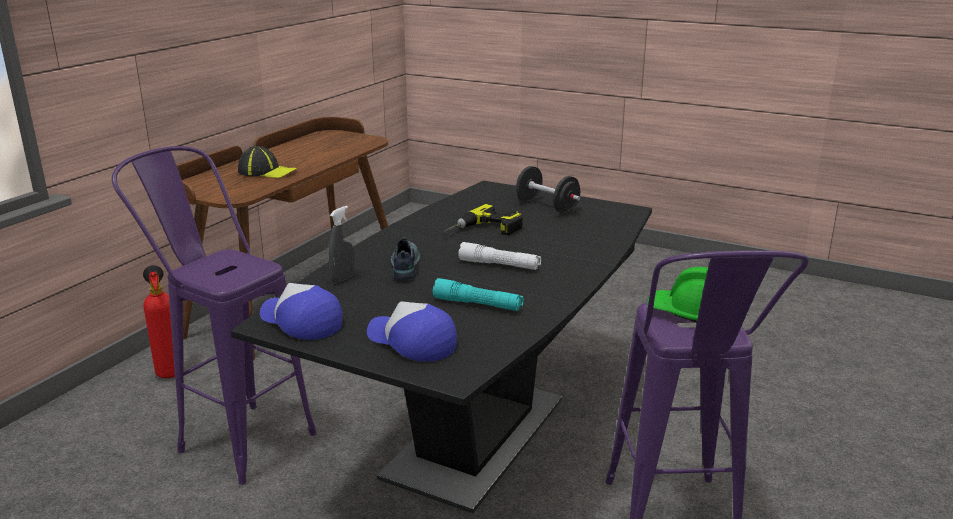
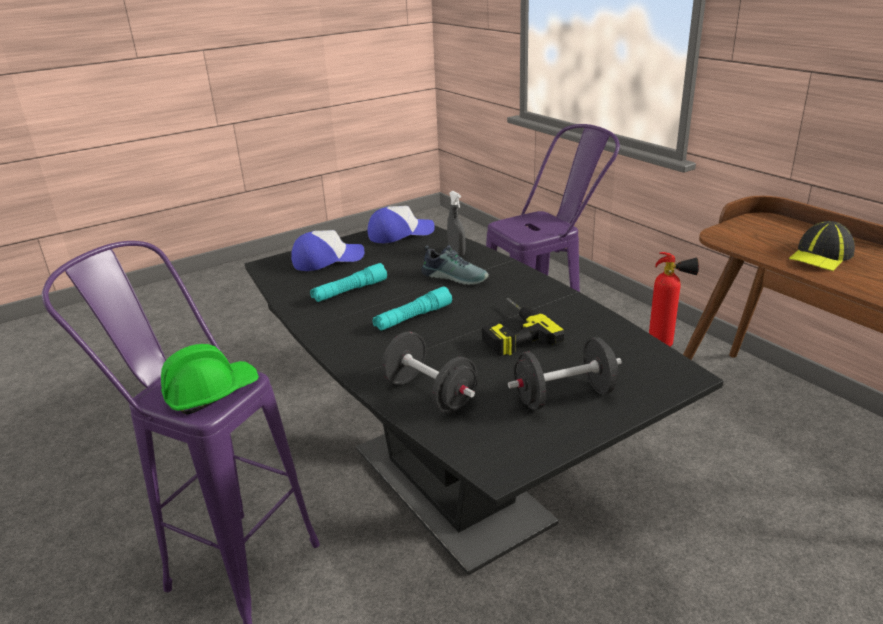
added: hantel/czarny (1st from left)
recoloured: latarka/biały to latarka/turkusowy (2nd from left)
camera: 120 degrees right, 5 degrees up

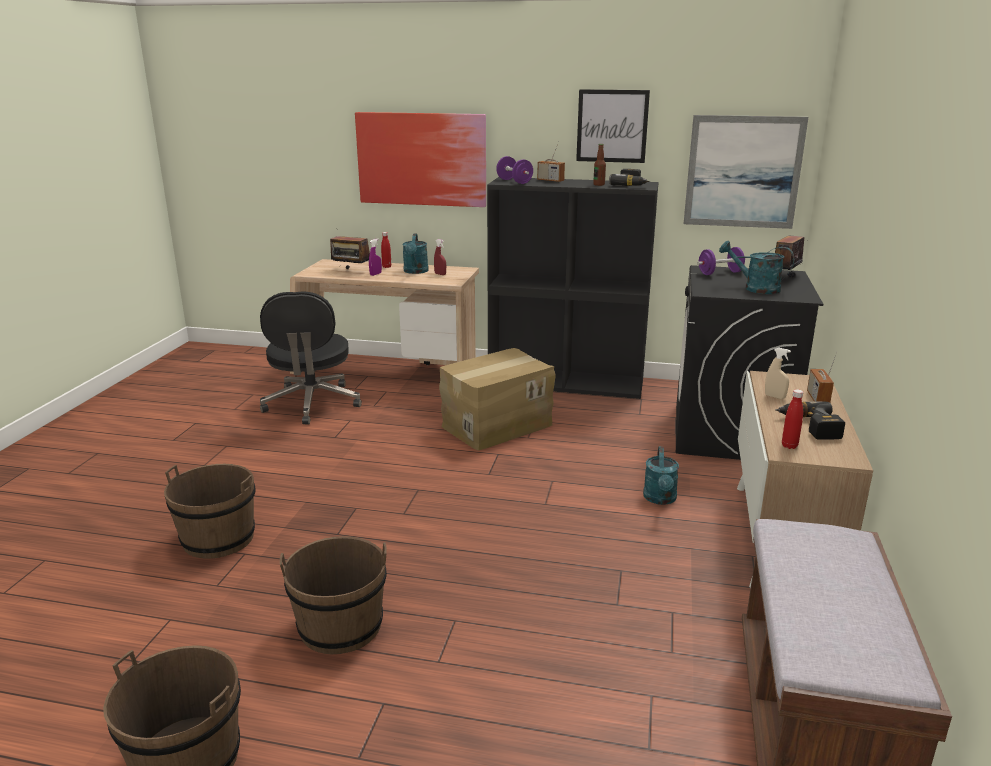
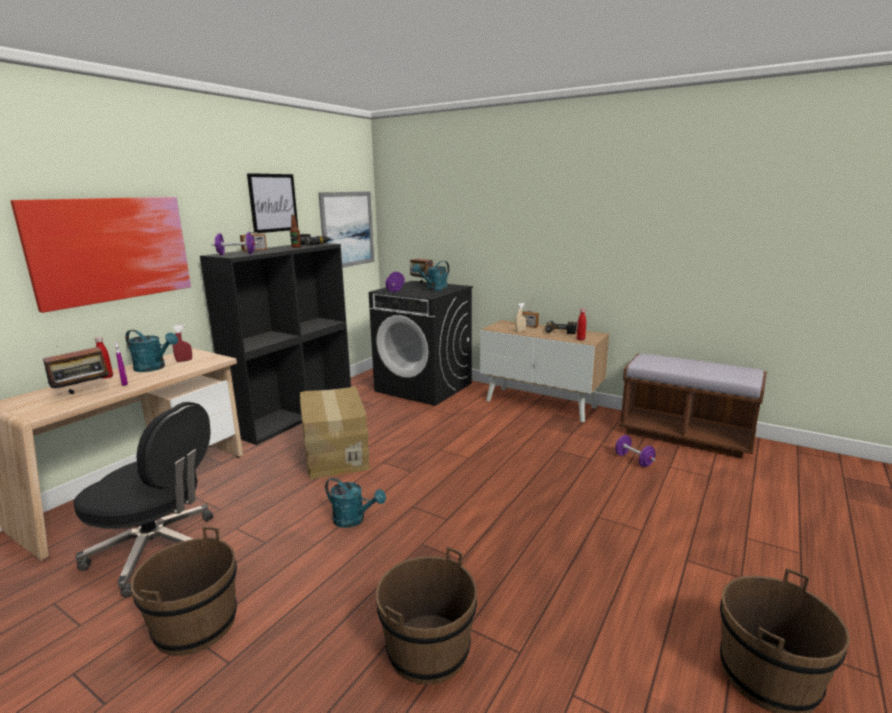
added: hantel/fioletowy (3rd from left)
moved: wiadro/brązowy (3rd from left in the first image) to wiadro/brązowy (1st from left); konewka/turkusowy (2nd from left)
camera: 70 degrees left, 5 degrees down

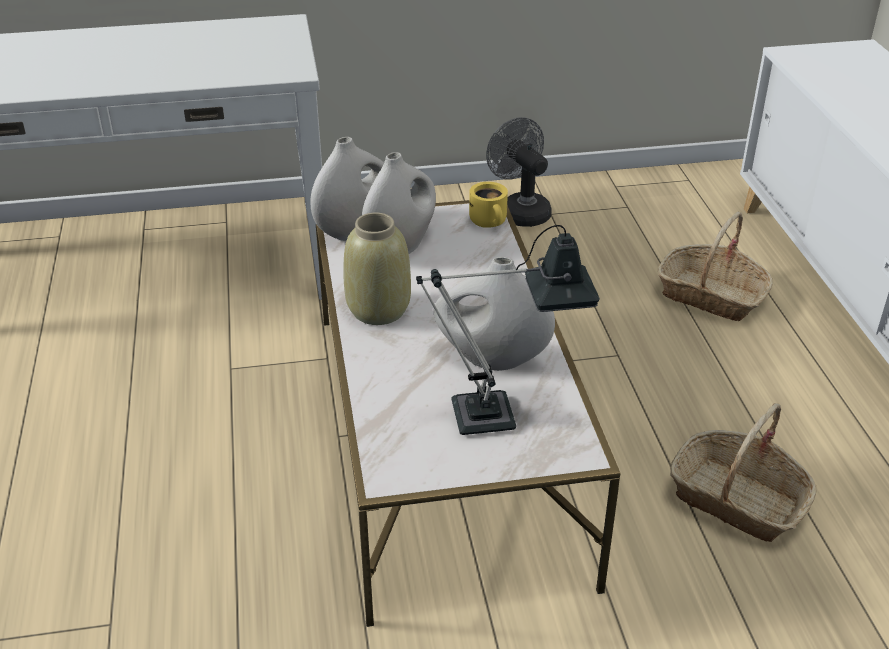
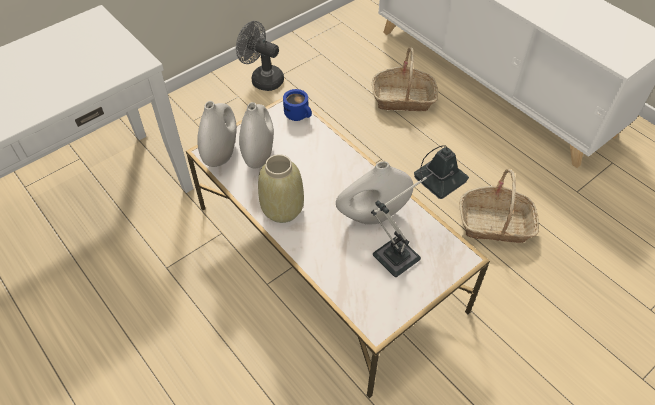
recoloured: kubek/żółty to kubek/niebieski
camera: 30 degrees left, 15 degrees up

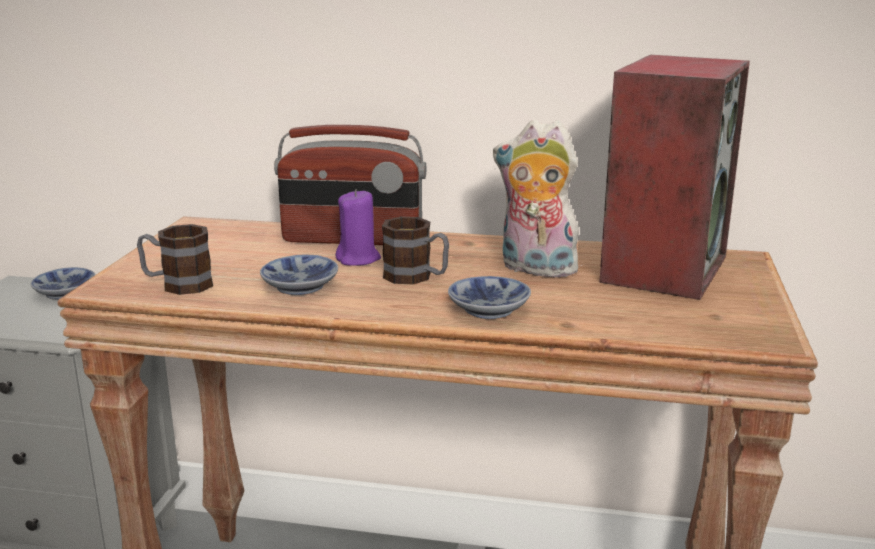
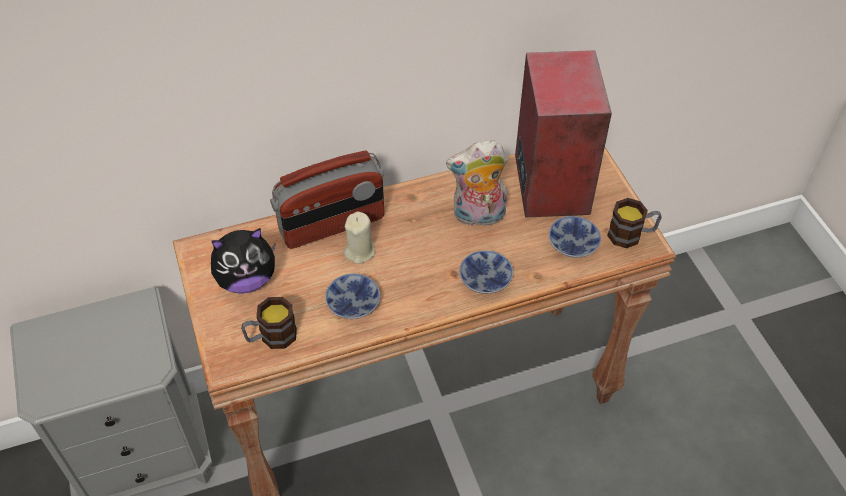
added: pluszak (1st from left)
moved: miska (1st from left in the first image) to miska (3rd from left); kubek (2nd from left)
recoloured: świeca/fioletowy to świeca/beżowy
camera: 30 degrees left, 30 degrees up

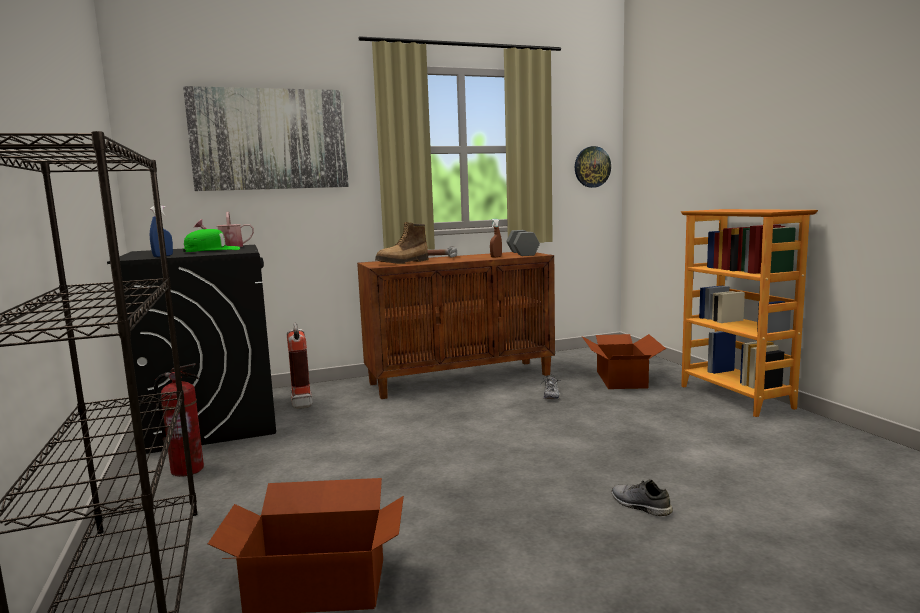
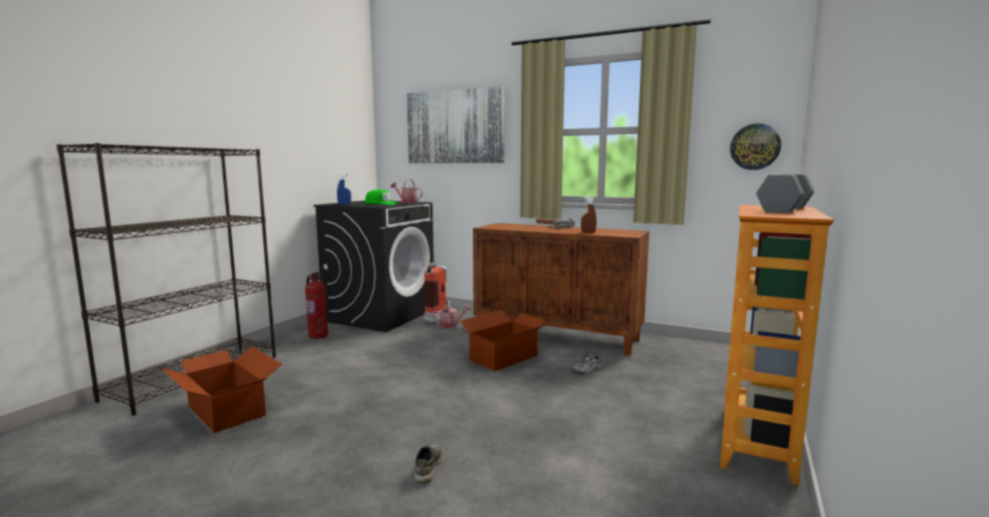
removed: but z cholewką
added: konewka (2nd from left)
moved: hantel/szary; karton (2nd from left)
camera: 45 degrees right, 0 degrees up

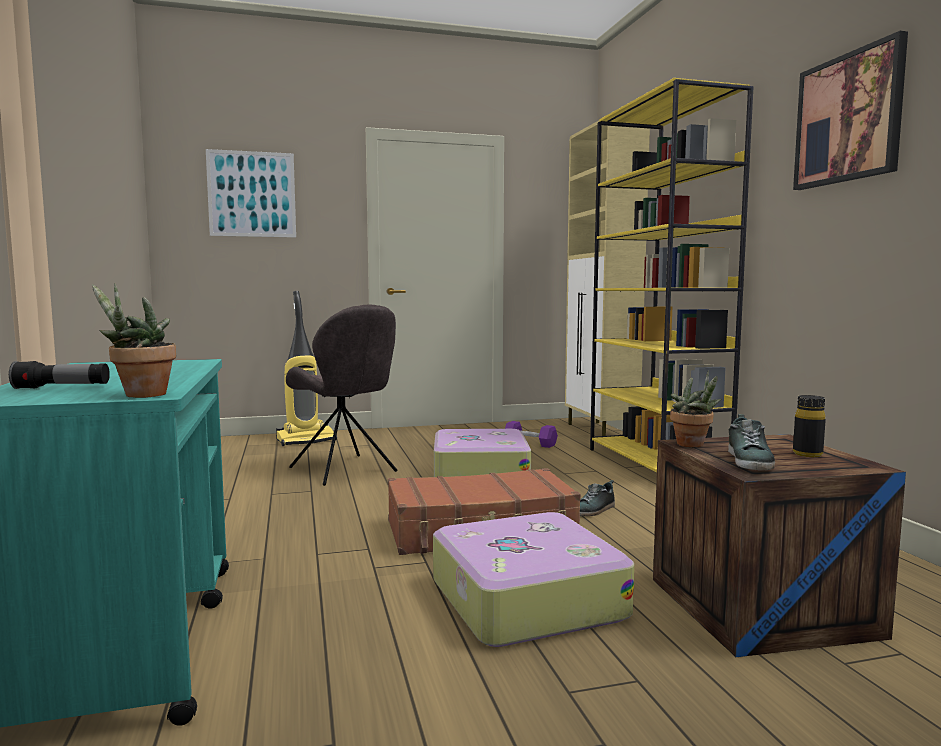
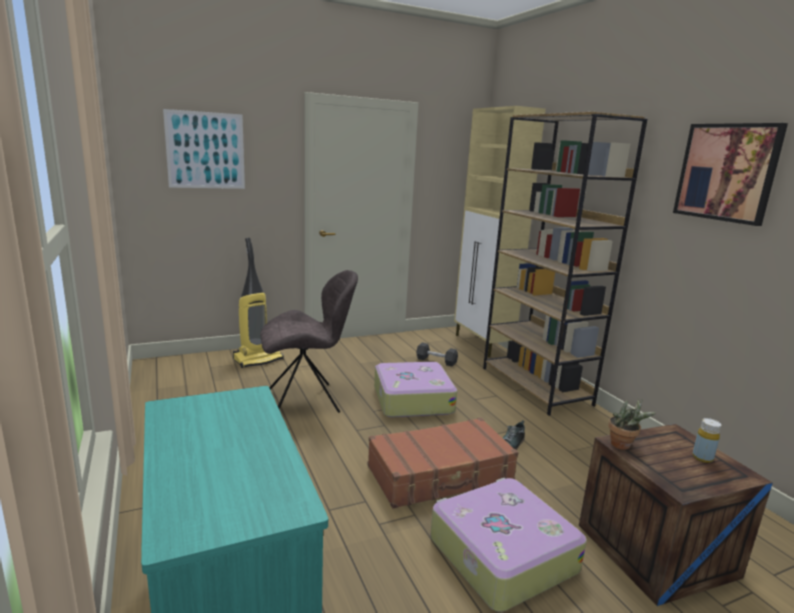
removed: latarka; roślina doniczkowa (1st from left); but (2nd from left)
recoloured: hantel/fioletowy to hantel/czarny; regał/żółty to regał/brązowy; butelka/czarny to butelka/żółty
turned: krzesło/szary 60 degrees counterclockwise
camera: 10 degrees left, 10 degrees up

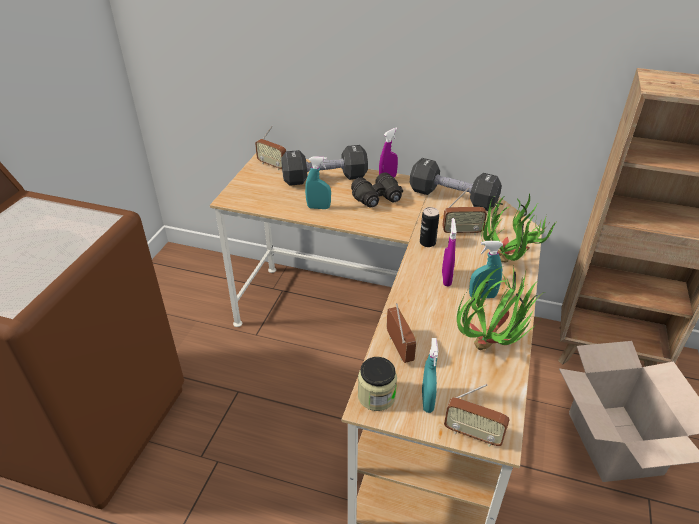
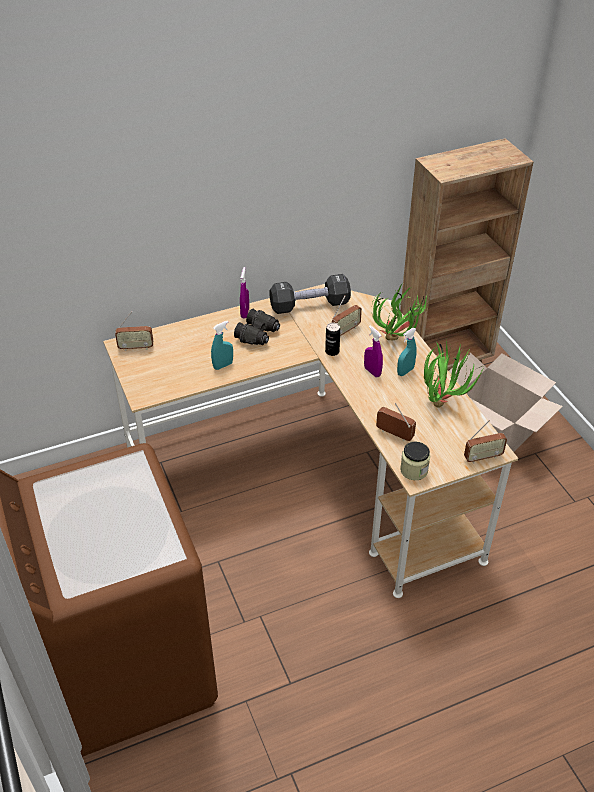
removed: hantel/czarny (1st from left); spryskiwacz/turkusowy (2nd from left)
camera: 40 degrees left, 5 degrees up

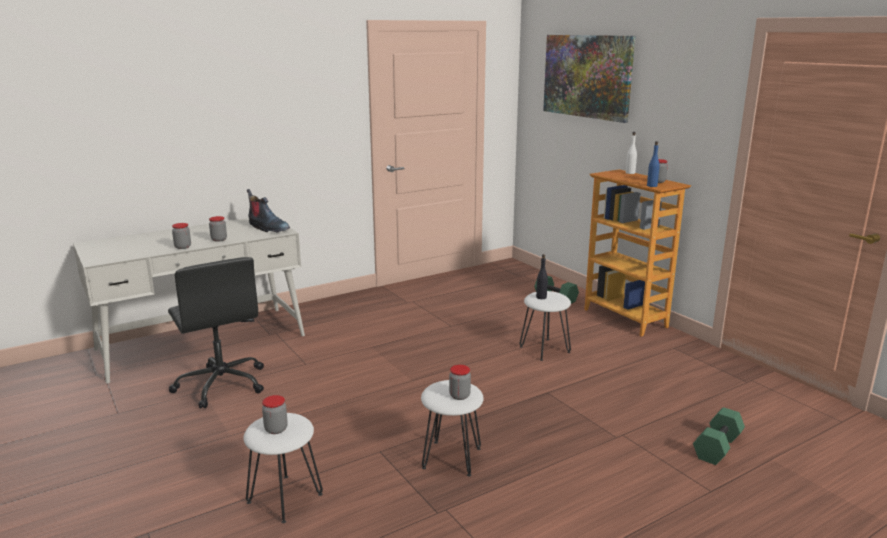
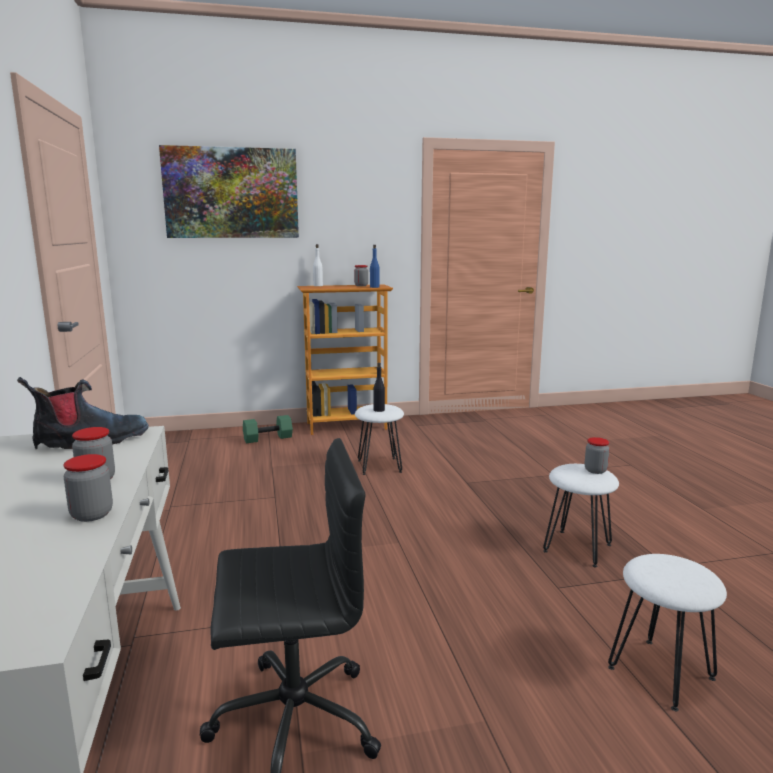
removed: słoik (3rd from left); hantel/zielony (2nd from left)
camera: 70 degrees left, 5 degrees down

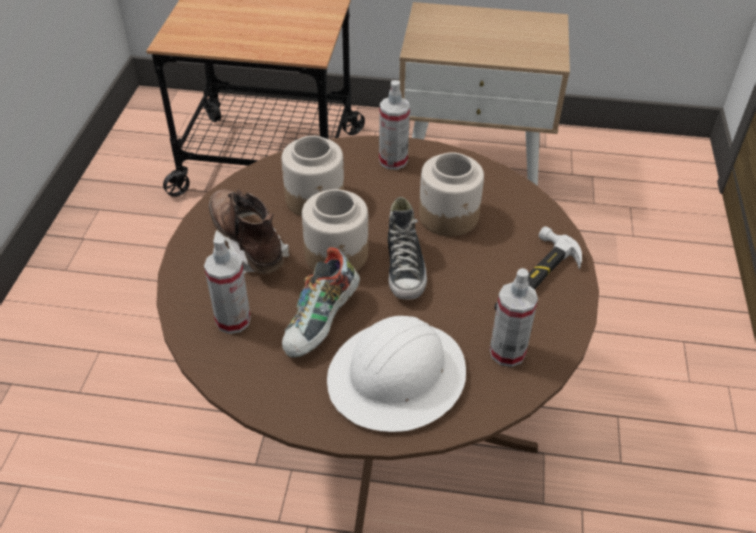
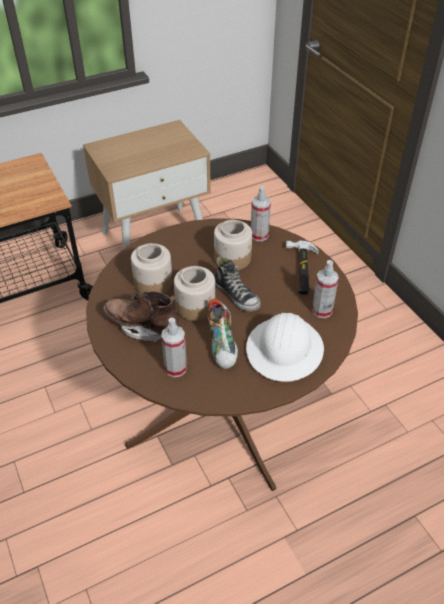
moved: spryskiwacz (2nd from left)
camera: 35 degrees left, 0 degrees up

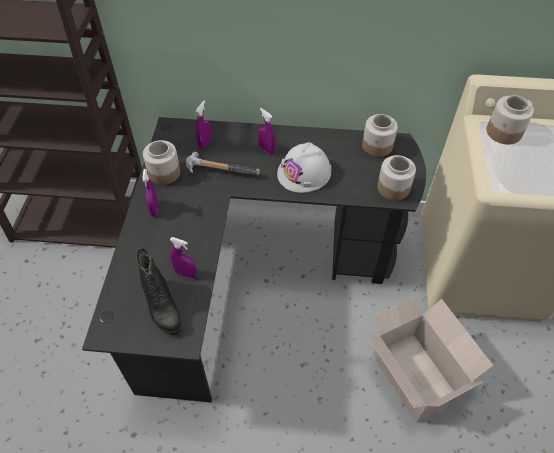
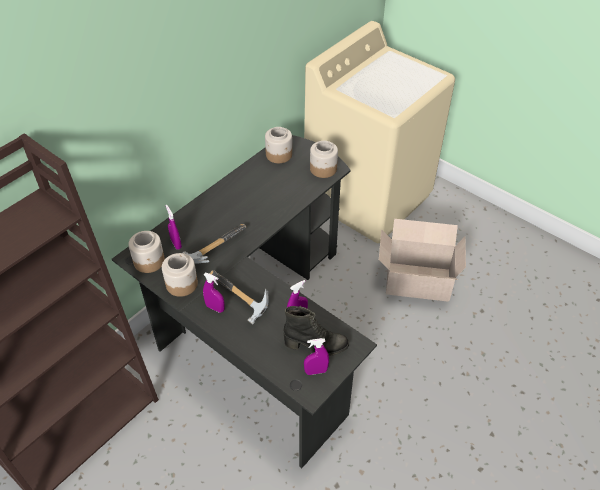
removed: kask/biały
added: młotek (2nd from left)
moved: spryskiwacz/fioletowy (4th from left); słoik (4th from left in the first image) to słoik (1st from left)
camera: 55 degrees left, 5 degrees down

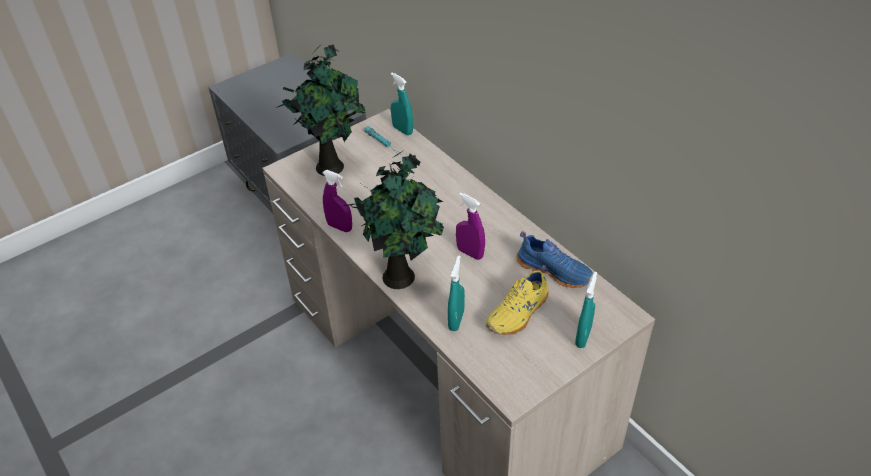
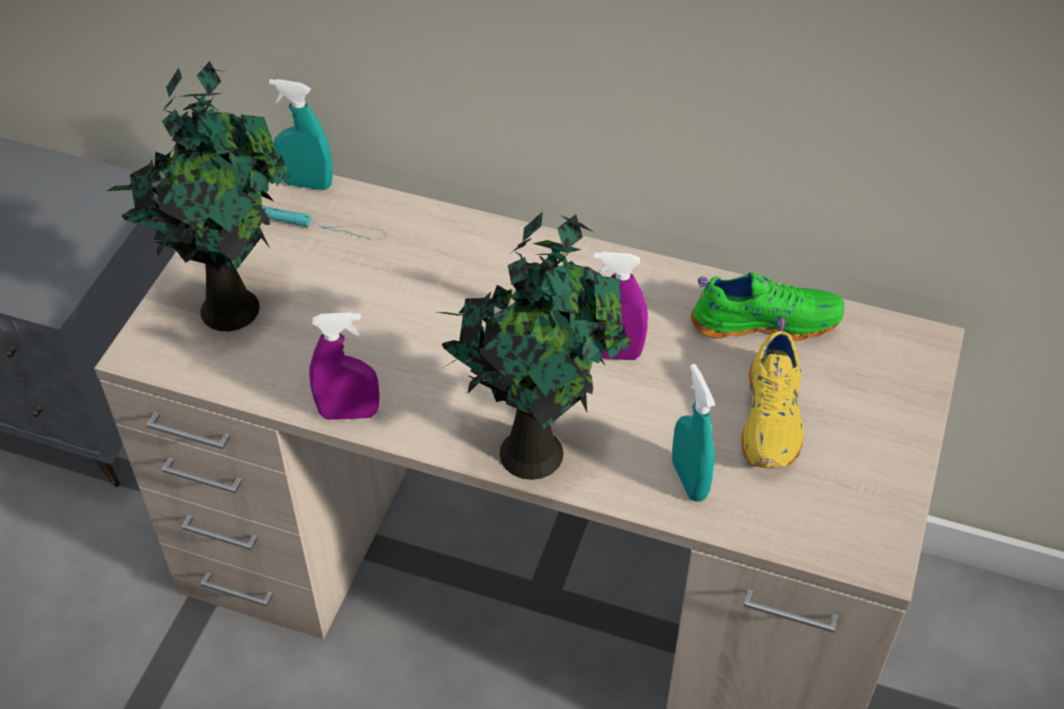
removed: spryskiwacz/turkusowy (3rd from left)
recoloured: but/niebieski to but/zielony
camera: 35 degrees left, 5 degrees up

